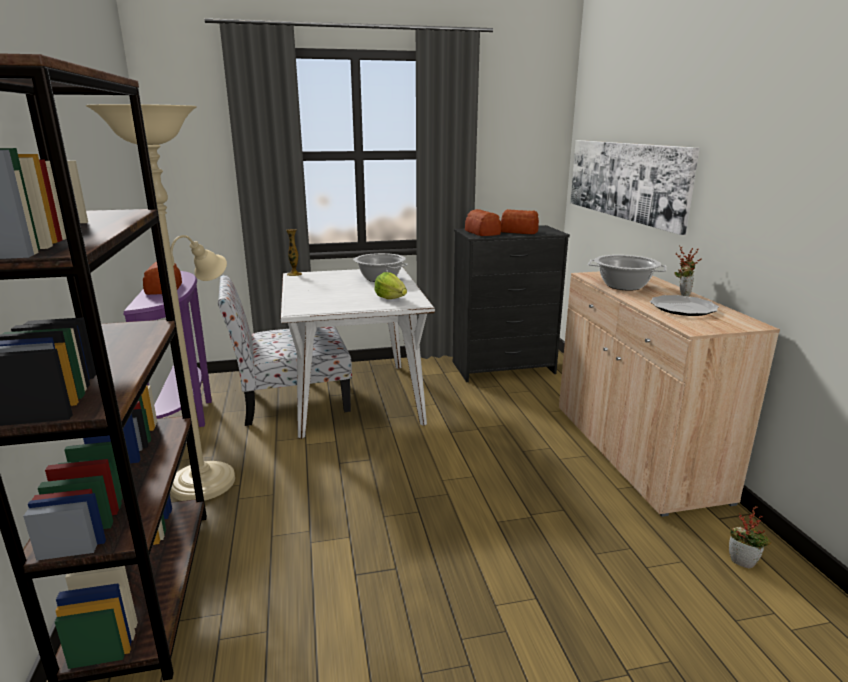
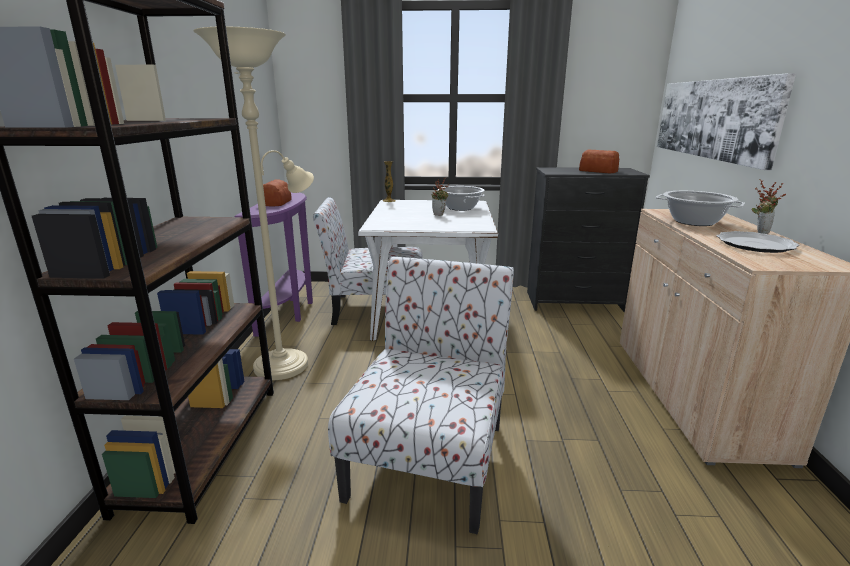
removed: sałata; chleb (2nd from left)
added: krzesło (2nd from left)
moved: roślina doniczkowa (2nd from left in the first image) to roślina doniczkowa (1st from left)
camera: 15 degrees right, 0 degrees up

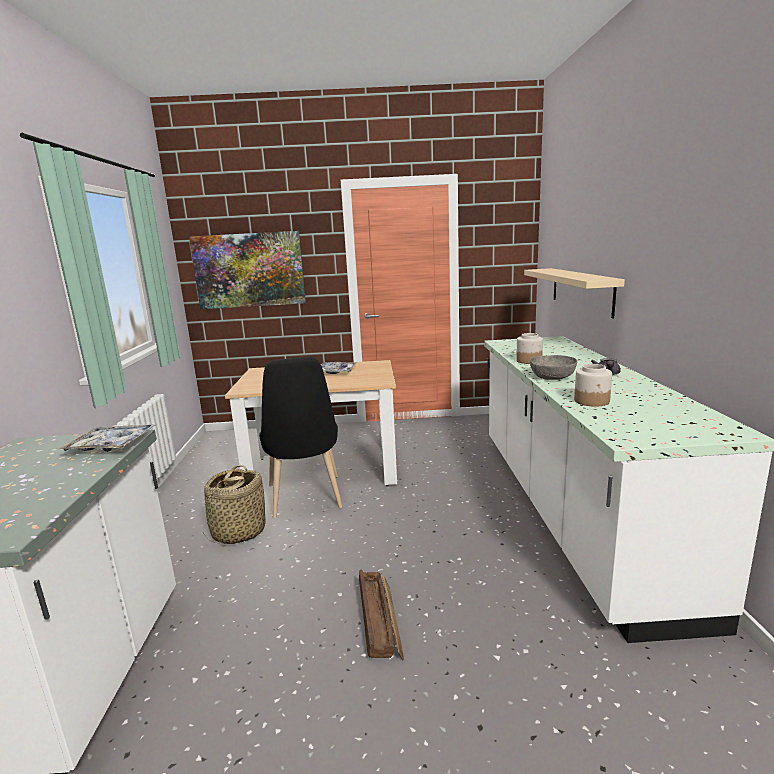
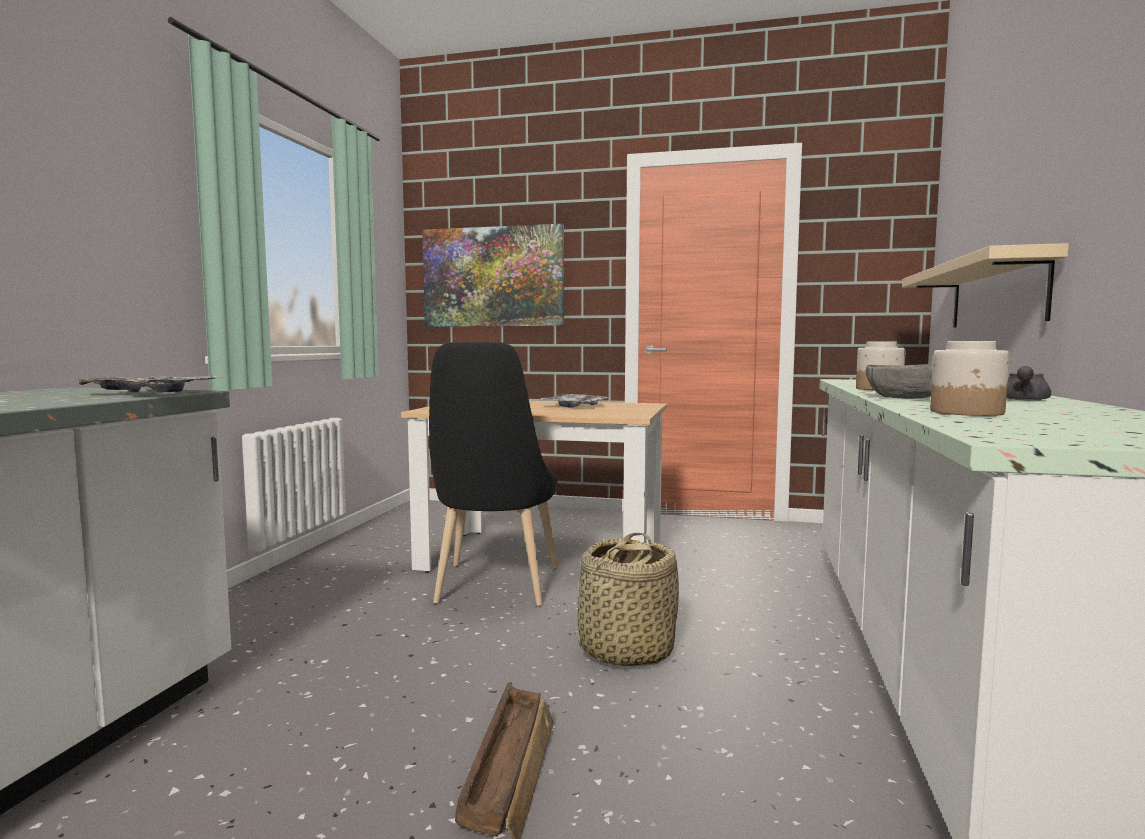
moved: koszyk
camera: 15 degrees right, 10 degrees down

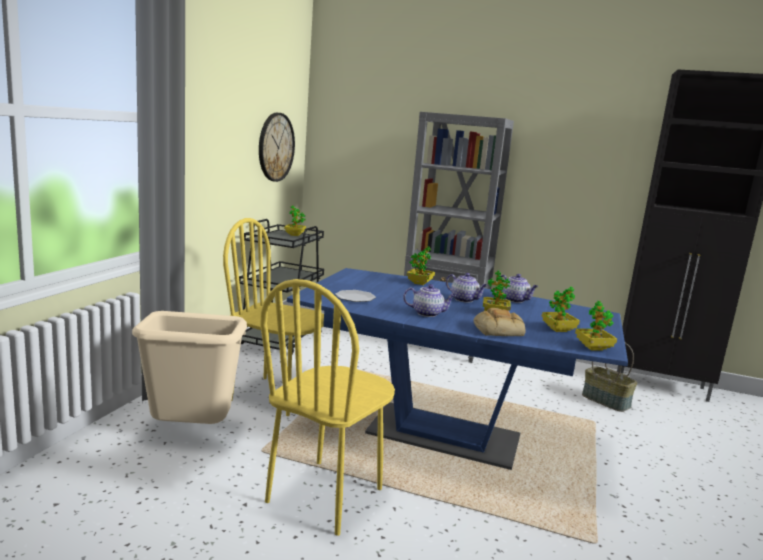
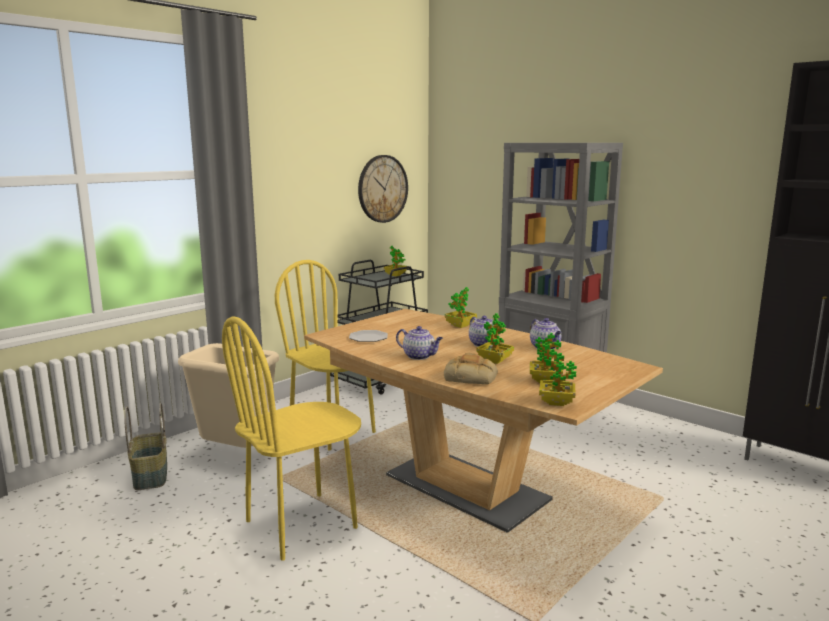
moved: koszyk
recoloured: stół jadalny/niebieski to stół jadalny/brązowy
camera: 25 degrees right, 0 degrees up

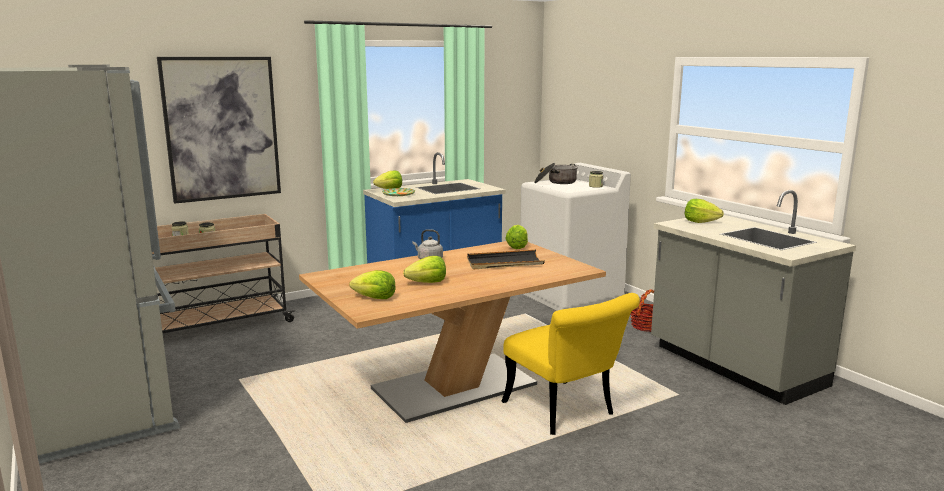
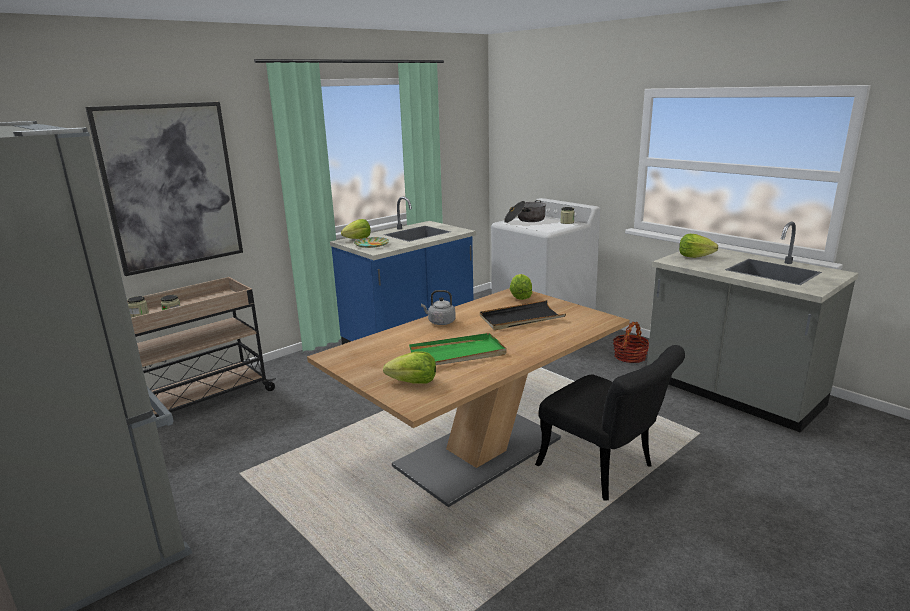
replaced: sałata (3rd from left) to taca/zielony
recoloured: krzesło/żółty to krzesło/czarny
camera: 10 degrees left, 5 degrees up

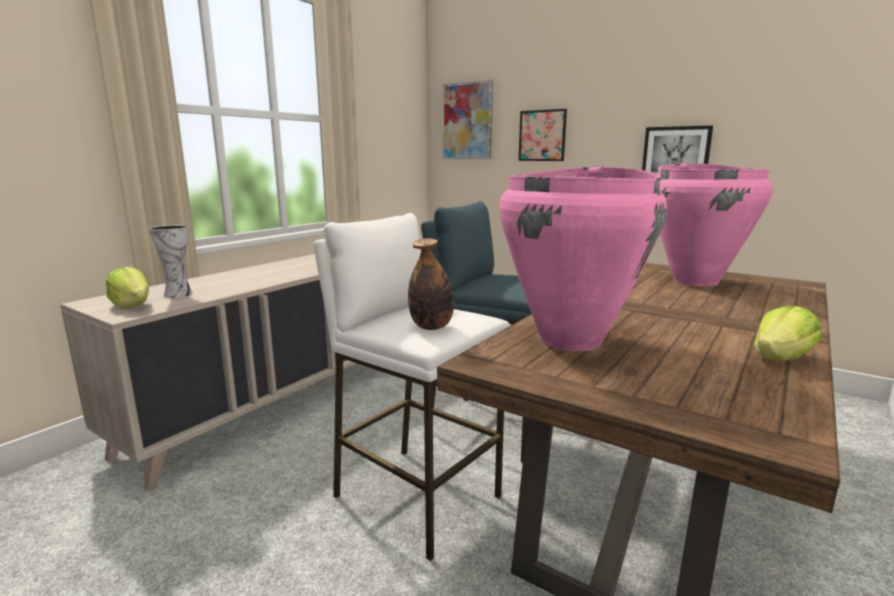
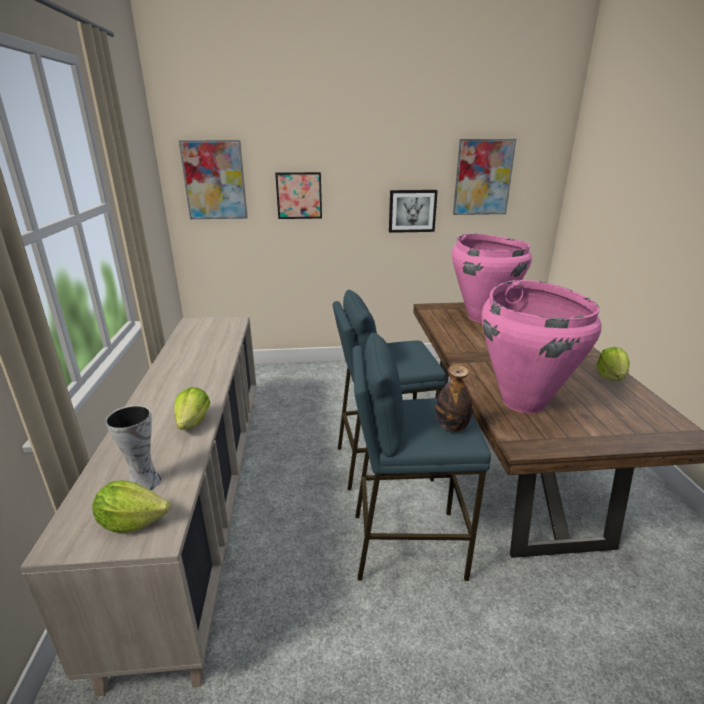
added: sałata (2nd from left); obraz (4th from left)
recoloured: stołek/biały to stołek/niebieski (2nd from left)
camera: 40 degrees left, 10 degrees up

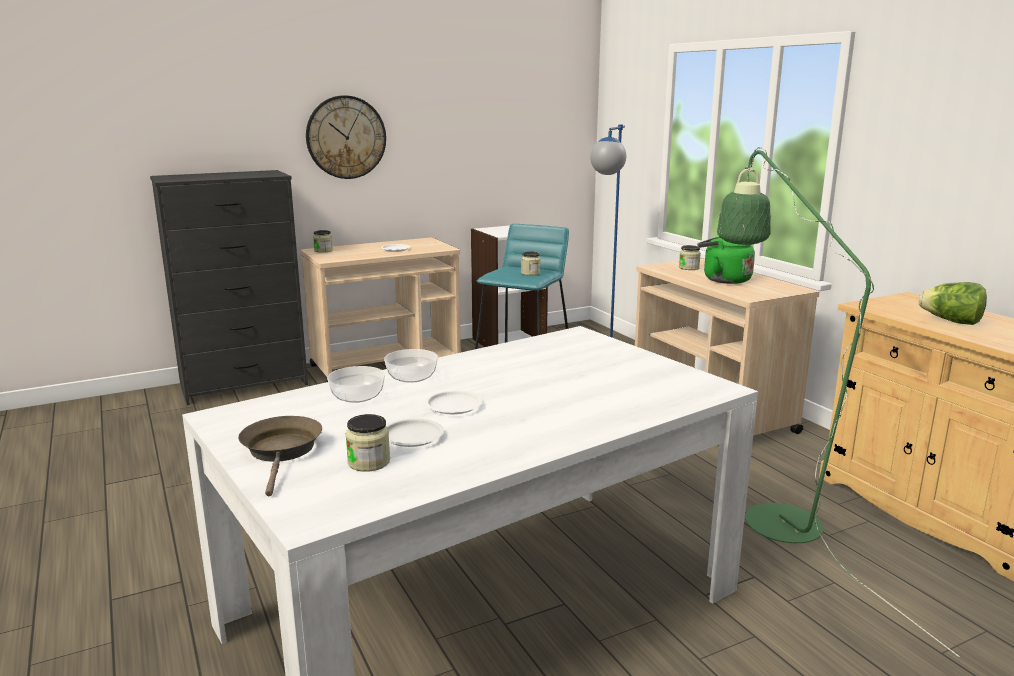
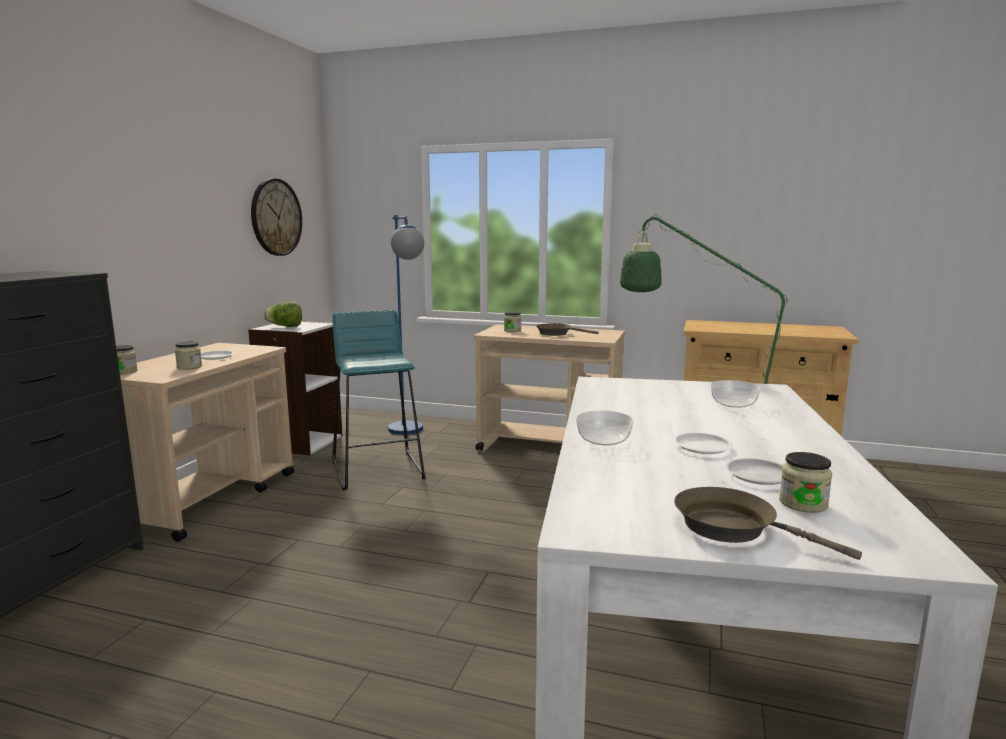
moved: zegar ścienny; miska (1st from left in the first image) to miska (2nd from left); słoik (3rd from left in the first image) to słoik (2nd from left); sałata
replaced: czajnik/zielony to patelnia/brązowy (1st from left)
camera: 45 degrees left, 5 degrees down

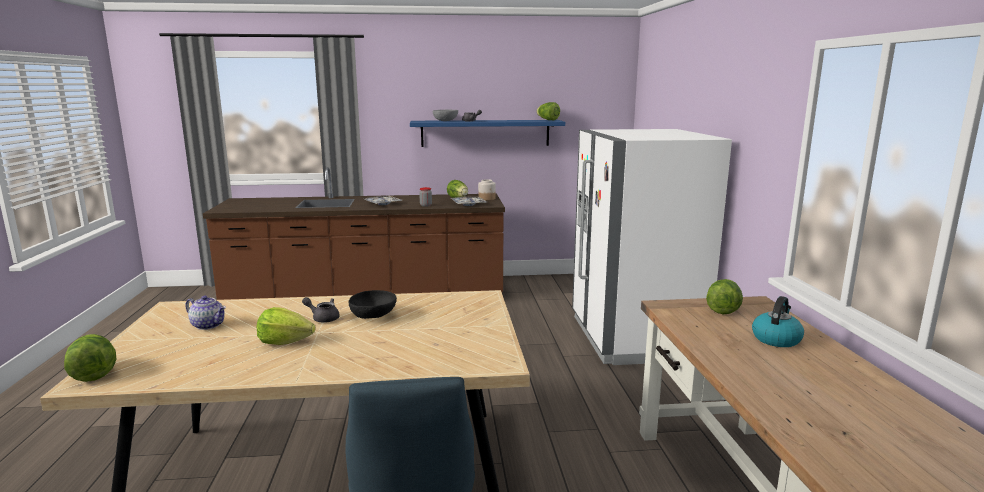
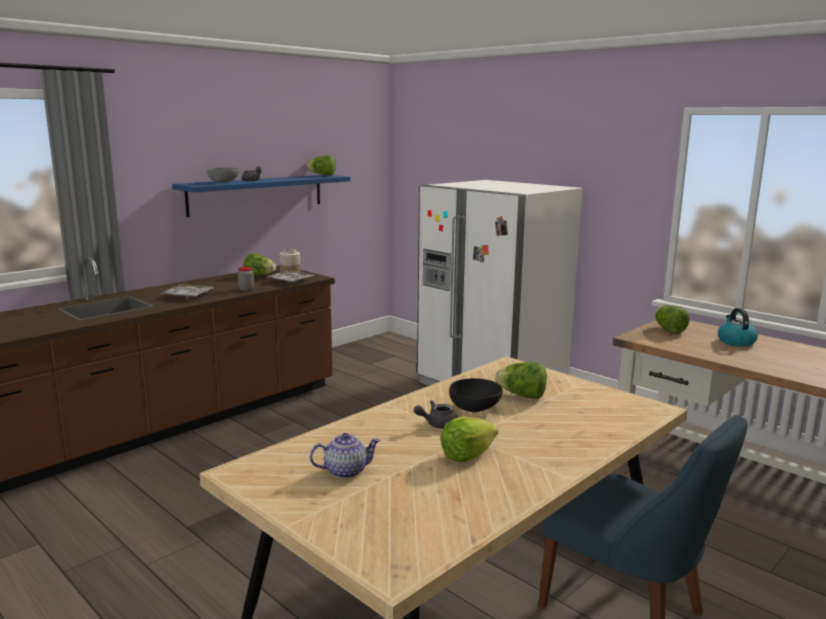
moved: sałata (1st from left in the first image) to sałata (4th from left)
camera: 40 degrees left, 0 degrees up

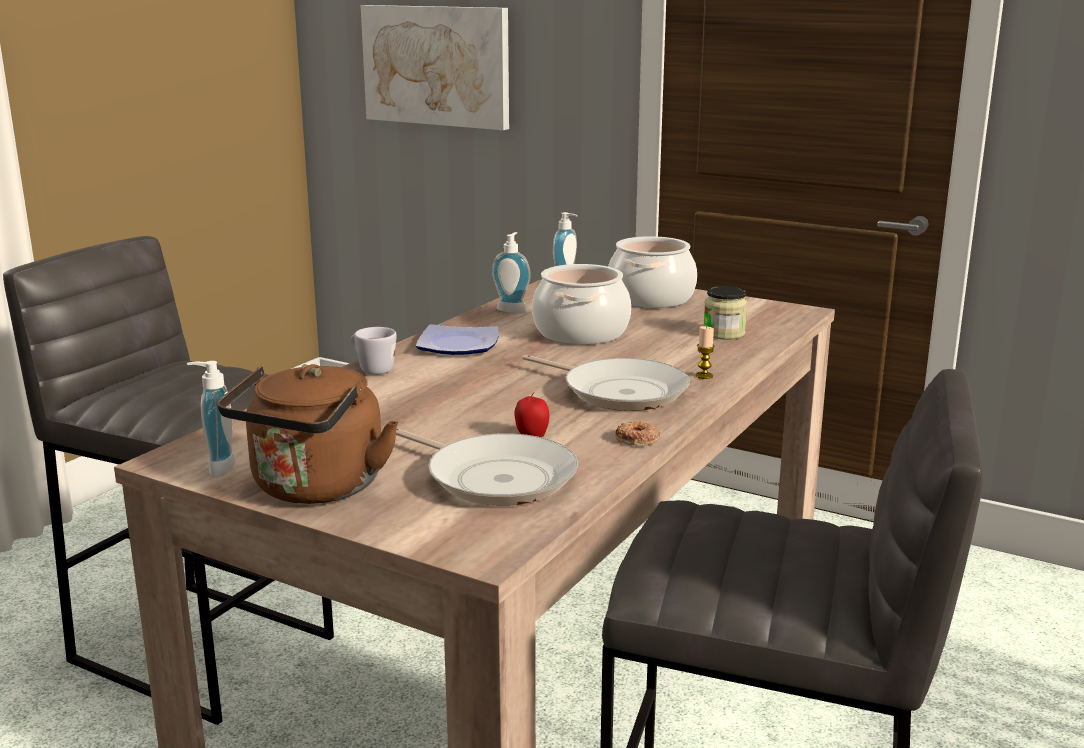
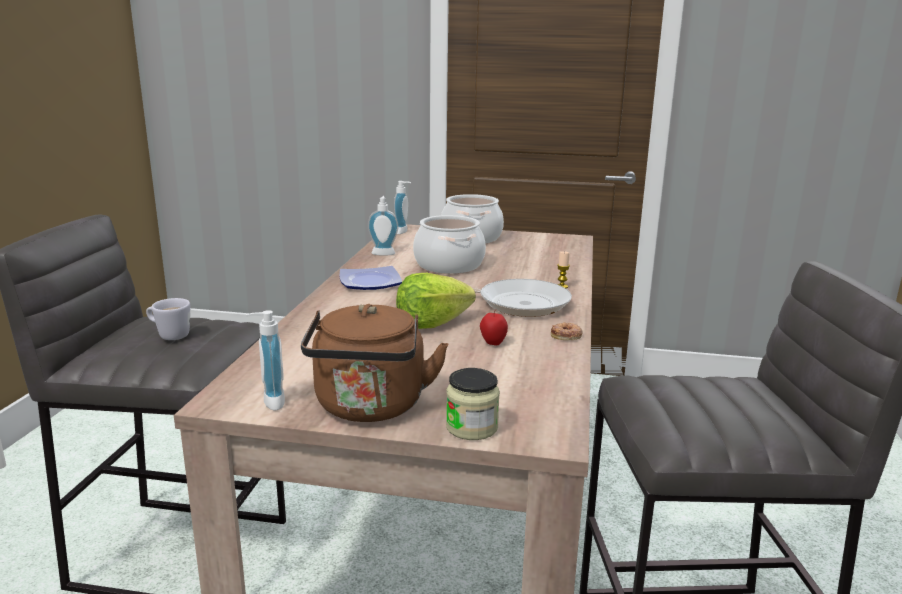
removed: obraz; patelnia (1st from left)
added: sałata
moved: kubek/biały; słoik
camera: 20 degrees left, 0 degrees up

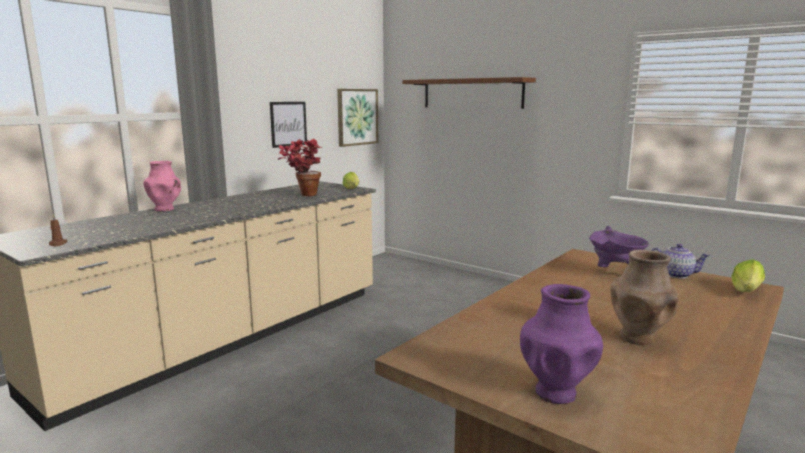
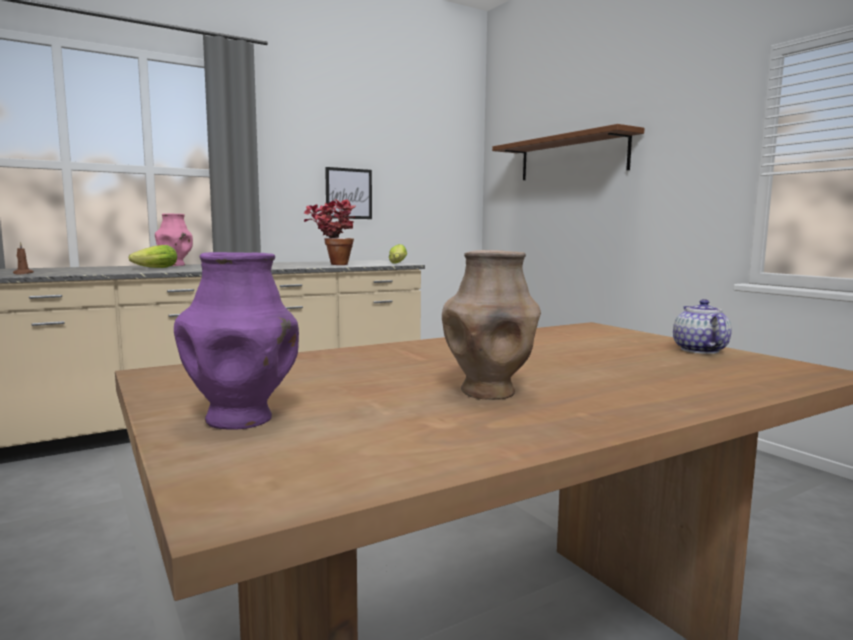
removed: obraz (2nd from left); garnek/fioletowy
moved: sałata (2nd from left in the first image) to sałata (1st from left)
turned: imbryk 135 degrees counterclockwise
camera: 20 degrees right, 5 degrees down

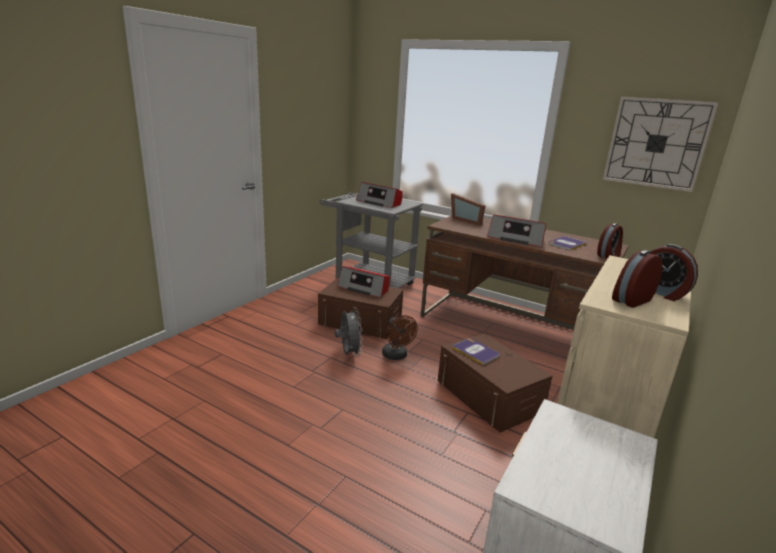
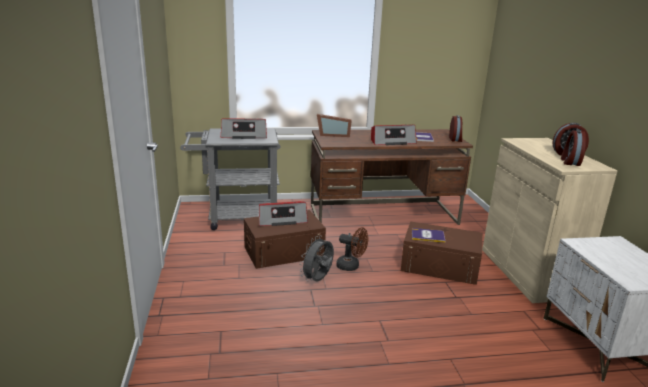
removed: zegar ścienny
turned: wentylator/szary 90 degrees counterclockwise
camera: 40 degrees left, 0 degrees up

